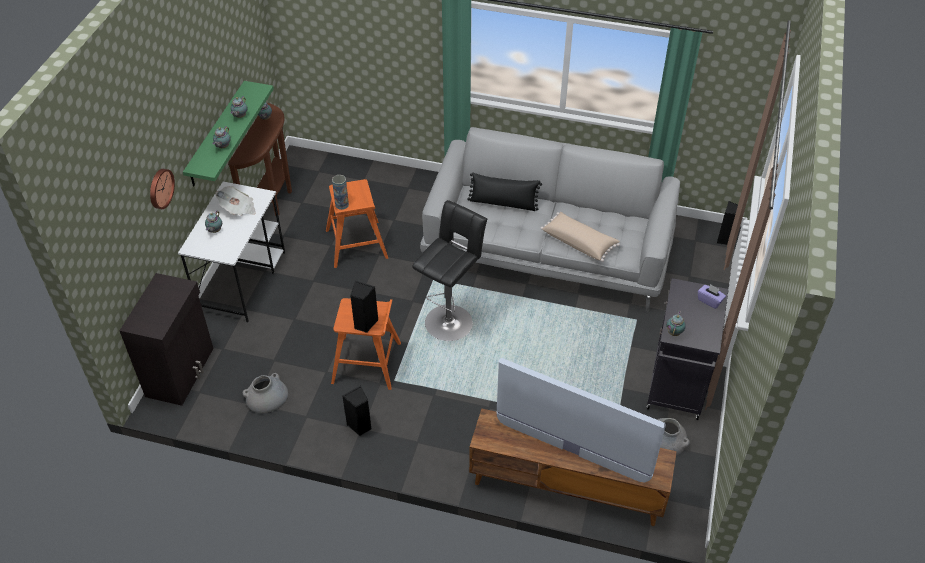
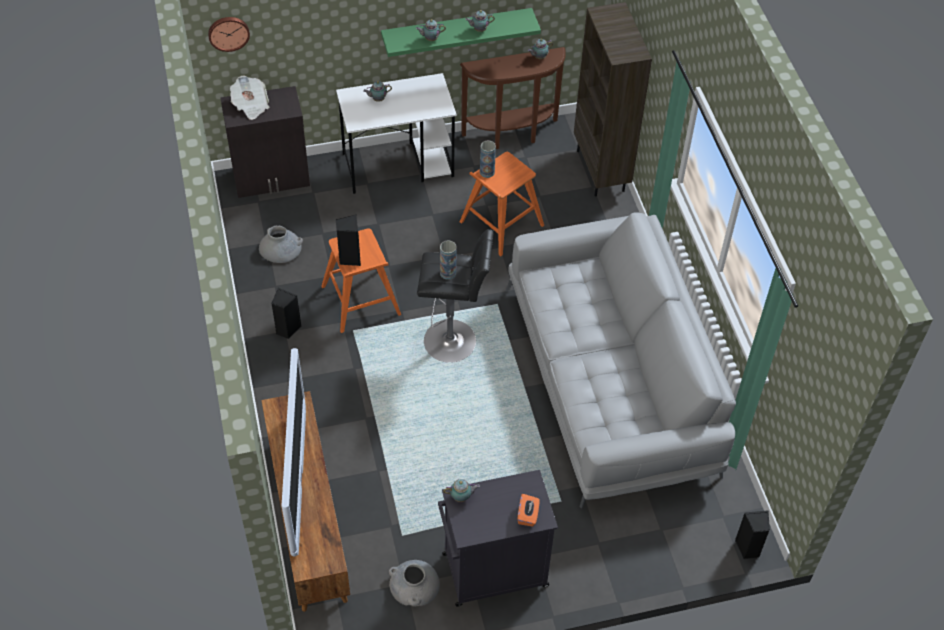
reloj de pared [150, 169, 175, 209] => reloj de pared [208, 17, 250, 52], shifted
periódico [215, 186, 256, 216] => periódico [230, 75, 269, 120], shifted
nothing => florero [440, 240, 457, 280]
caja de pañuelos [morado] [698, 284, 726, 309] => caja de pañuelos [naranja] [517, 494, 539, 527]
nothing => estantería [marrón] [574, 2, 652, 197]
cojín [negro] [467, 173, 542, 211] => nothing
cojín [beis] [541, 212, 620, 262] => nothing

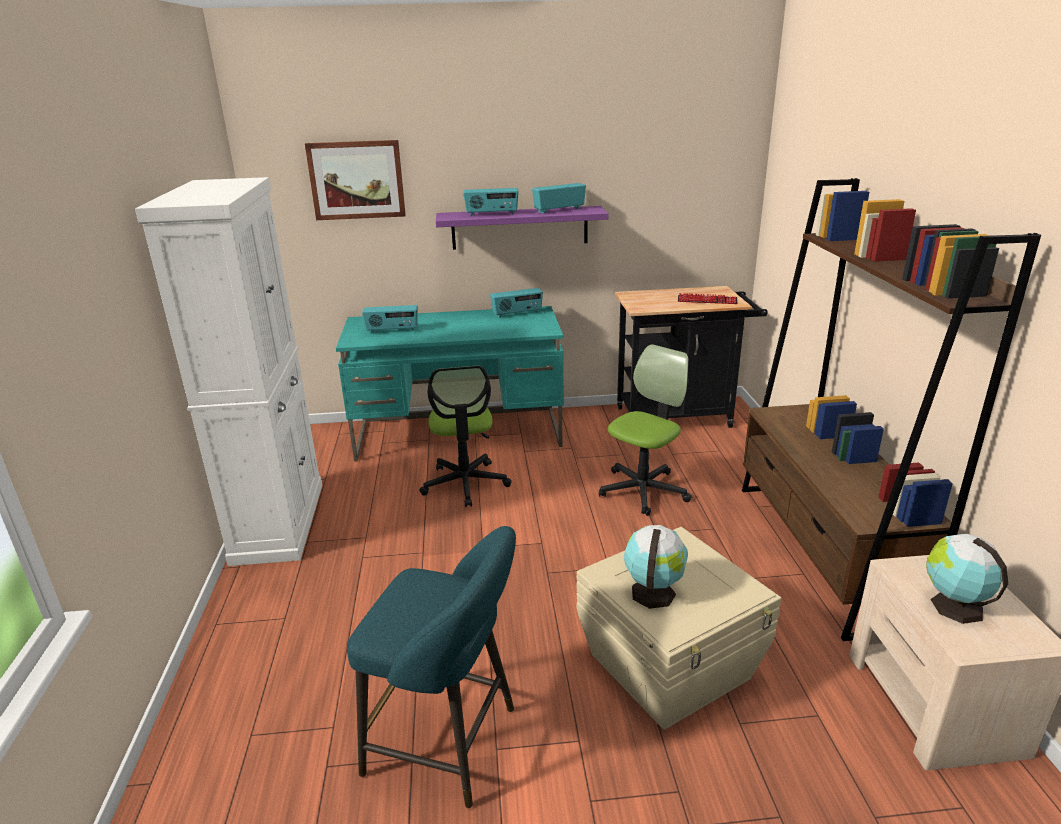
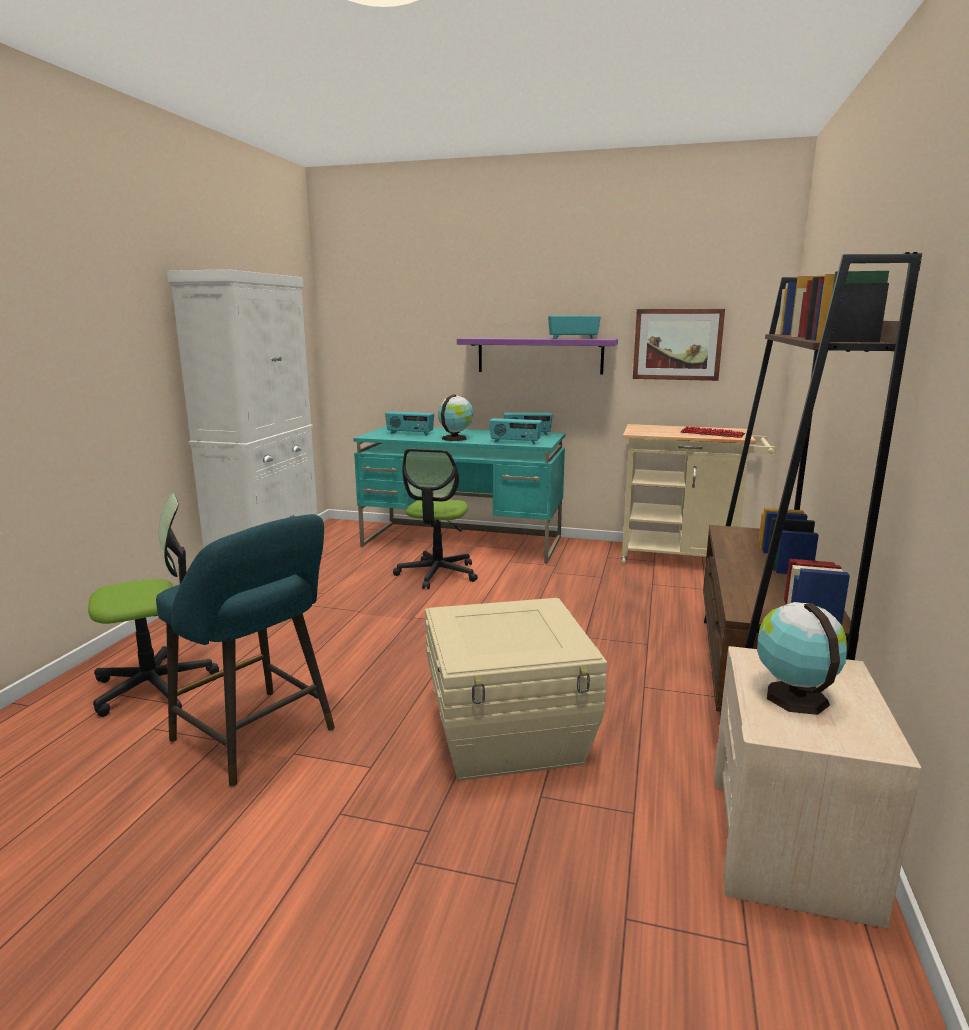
silla de oficina [599, 344, 691, 516] => silla de oficina [88, 493, 219, 717], shifted
globo terráqueo [624, 525, 688, 609] => globo terráqueo [438, 394, 473, 441], shifted
radio [463, 188, 519, 216] => radio [489, 418, 542, 444], shifted
carrito [negro] [615, 286, 768, 428] => carrito [beis] [621, 424, 776, 565]
cuadro [305, 140, 406, 220] => cuadro [633, 309, 725, 381], shifted

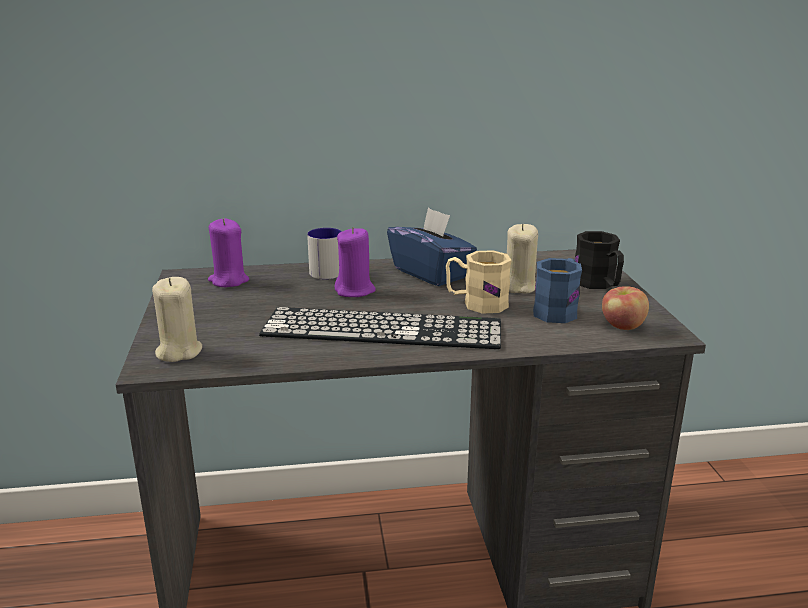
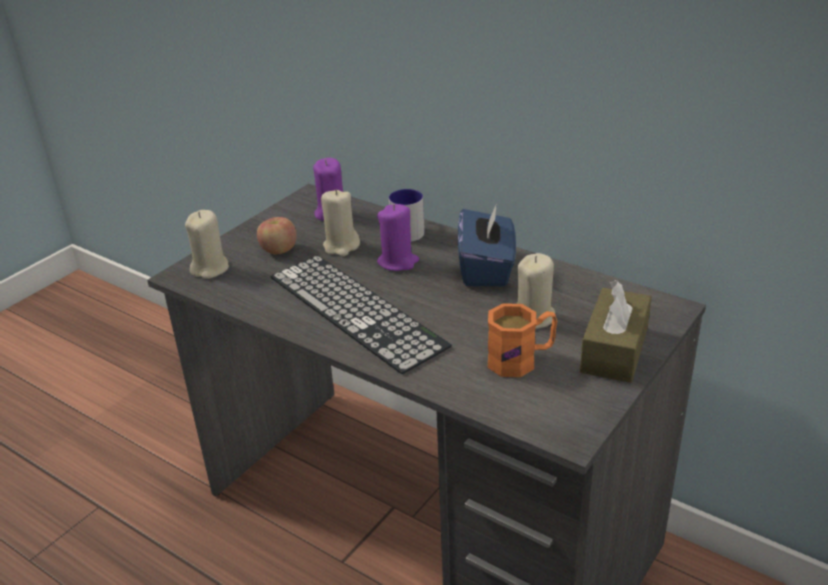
manzana [602, 286, 649, 330] => manzana [257, 217, 297, 255], shifted
nothing => vela [beis] [321, 189, 360, 256]
taza grande [azul] [533, 258, 582, 323] => taza grande [naranja] [488, 303, 557, 377]
taza grande [negro] [575, 231, 624, 289] => caja de pañuelos [marrón] [580, 280, 652, 383]
taza grande [beis] [446, 250, 512, 314] => nothing

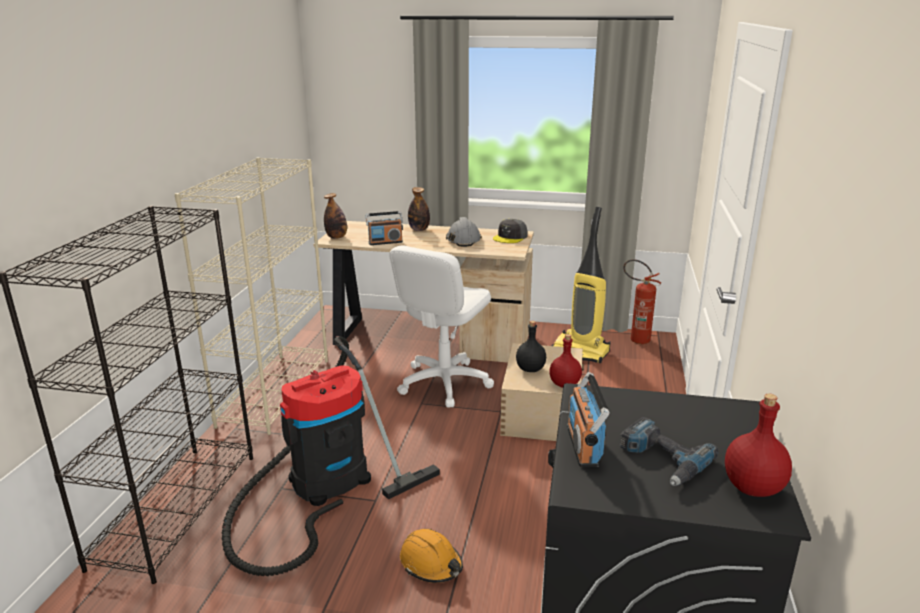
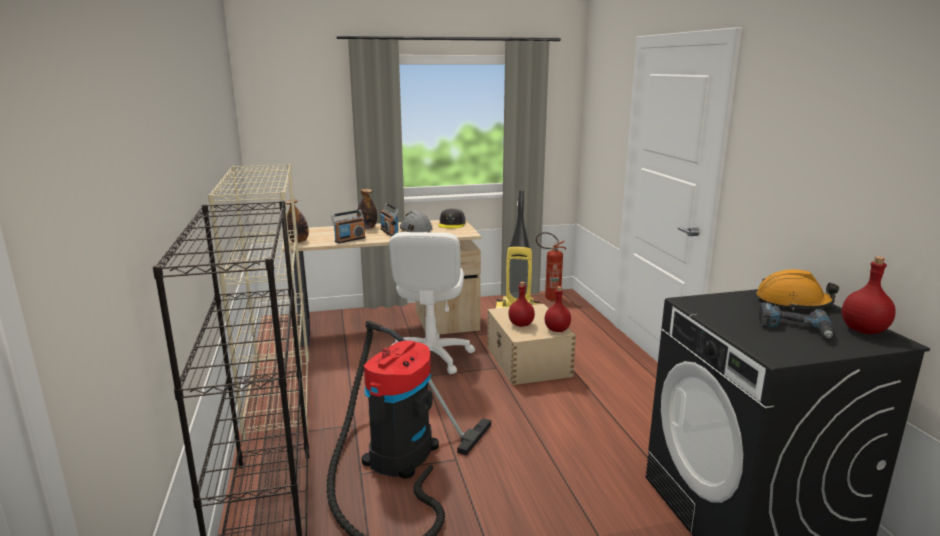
radio [567, 372, 610, 467] => radio [380, 203, 399, 236], shifted
botella [negro] [516, 321, 546, 372] => botella [rojo] [508, 282, 535, 327]
casco [naranja] [400, 529, 463, 583] => casco [naranja] [756, 269, 839, 310], shifted

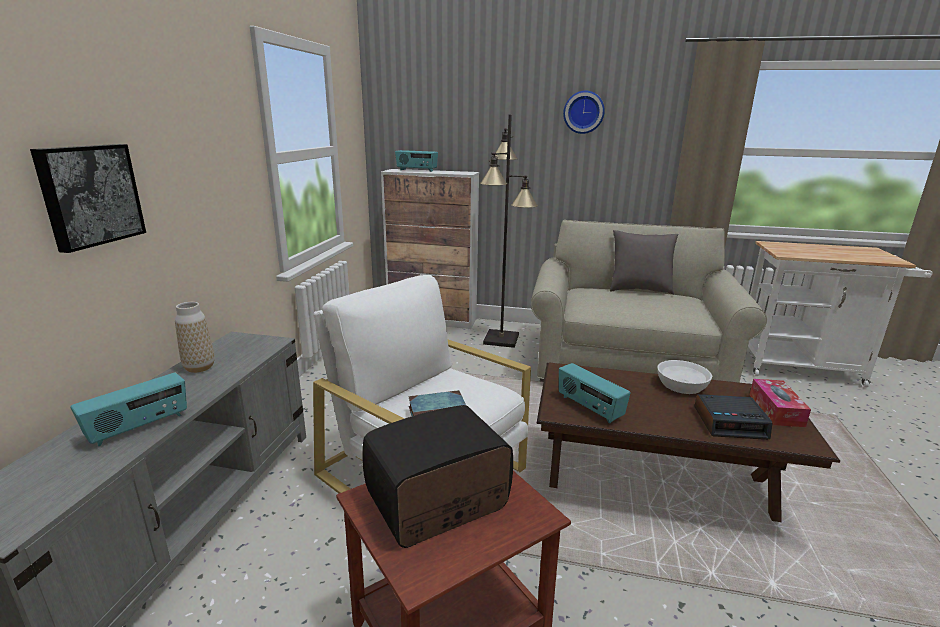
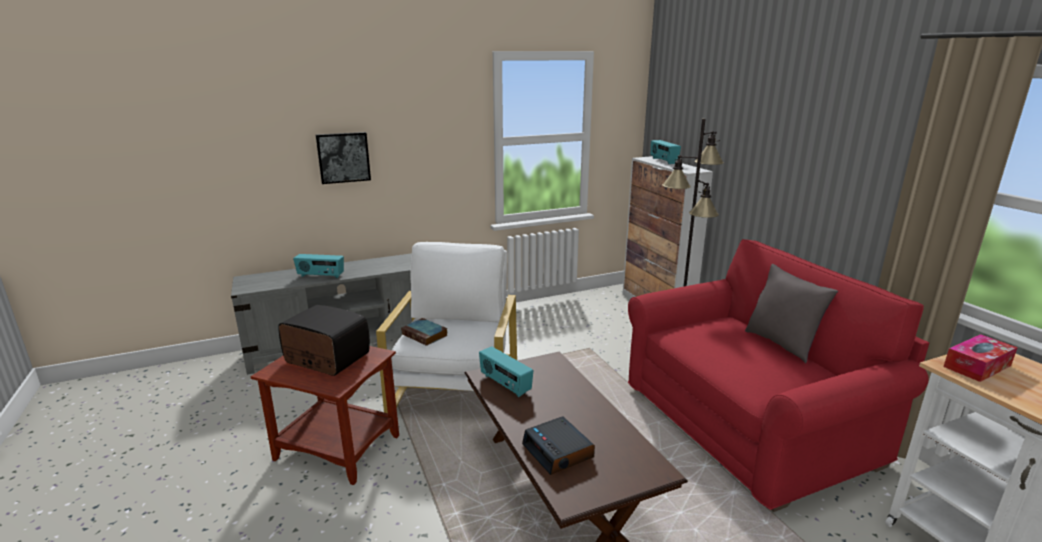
radio [559, 363, 630, 424] => radio [479, 346, 533, 397], 60 degrees counterclockwise
sofá [beis] [531, 220, 767, 383] => sofá [rojo] [628, 239, 929, 512]
caja de pañuelos [750, 379, 811, 427] => caja de pañuelos [943, 334, 1018, 382], shifted
florero [175, 302, 215, 373] => nothing
reloj de pared [563, 91, 605, 134] => nothing
cuenco [blanco] [657, 360, 712, 394] => nothing

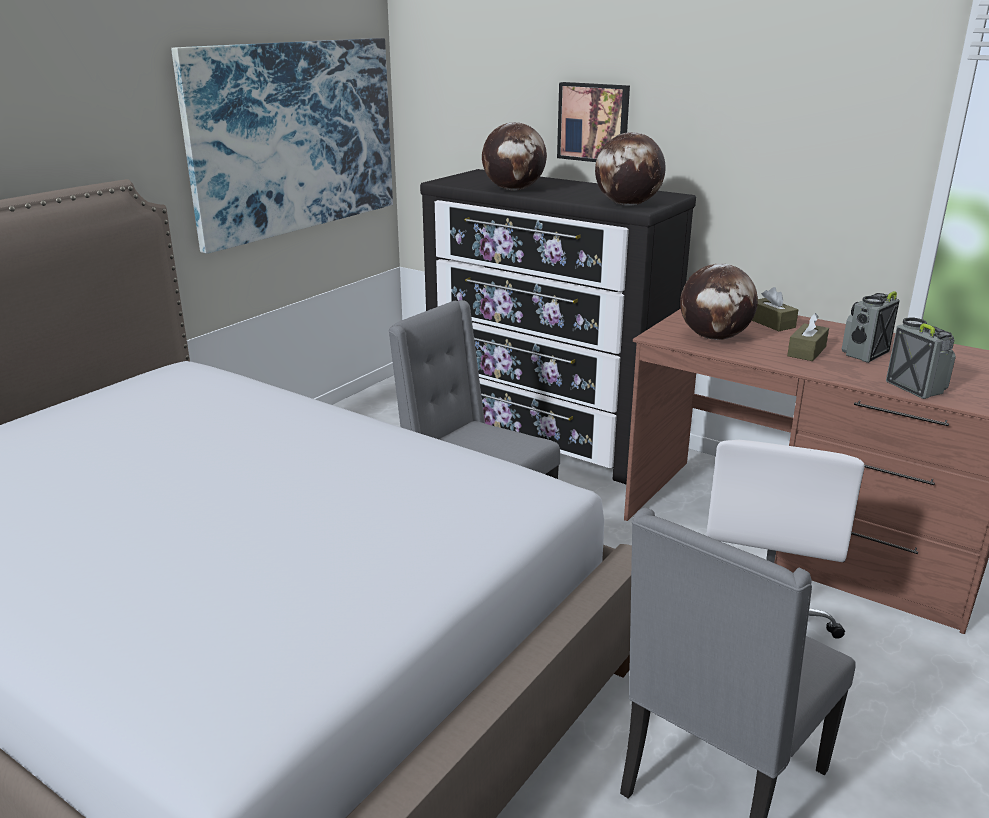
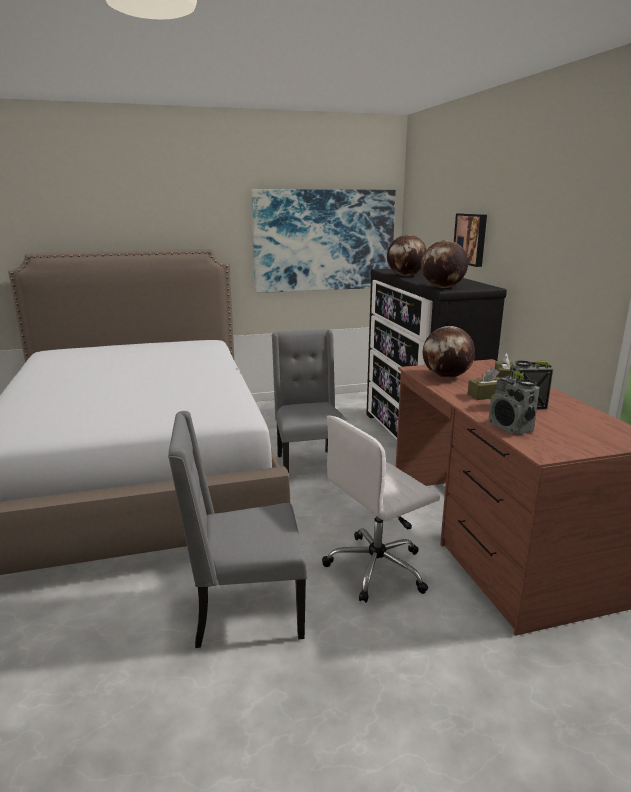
radio [886, 317, 956, 399] => radio [489, 371, 540, 435], 135 degrees clockwise

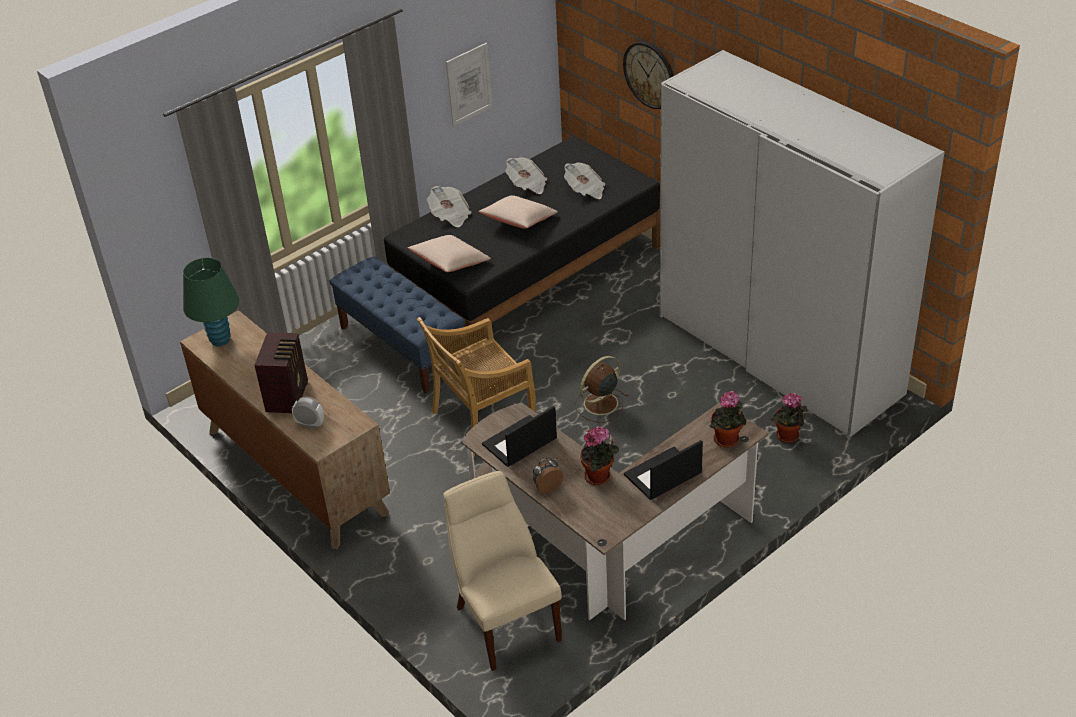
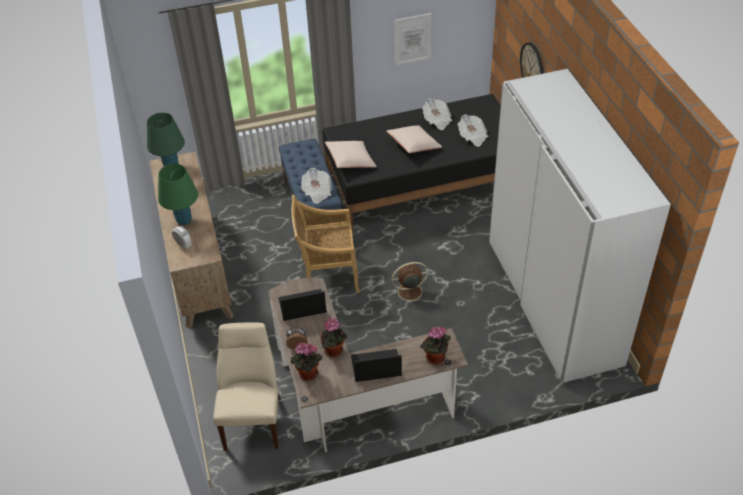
radio [254, 332, 308, 413] => lámpara de mesa [verde] [158, 164, 198, 225]
planta en maceta [771, 393, 807, 443] => planta en maceta [291, 343, 322, 381], shifted
periódico [427, 186, 472, 227] => periódico [301, 168, 332, 204], shifted

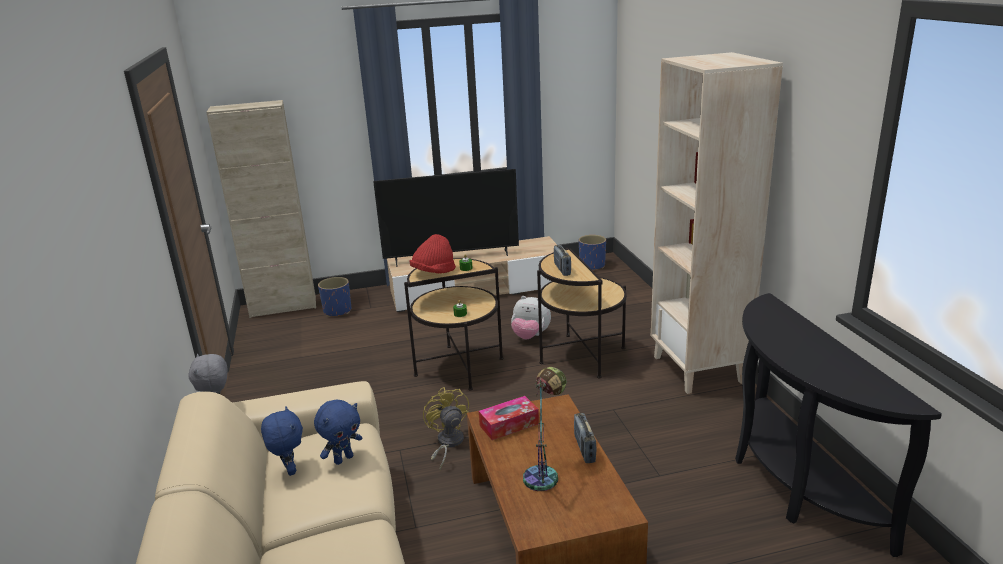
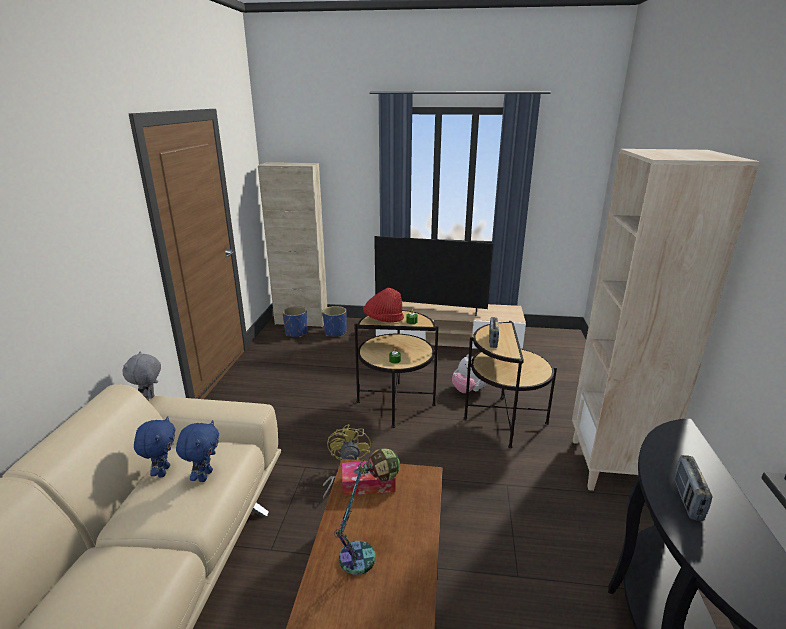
peluche [azul] [314, 399, 362, 465] => peluche [azul] [176, 420, 219, 482], 60 degrees counterclockwise
maceta [azul] [579, 235, 606, 269] => maceta [azul] [282, 306, 307, 337], shifted
radio [574, 413, 596, 463] => radio [674, 455, 712, 521], shifted

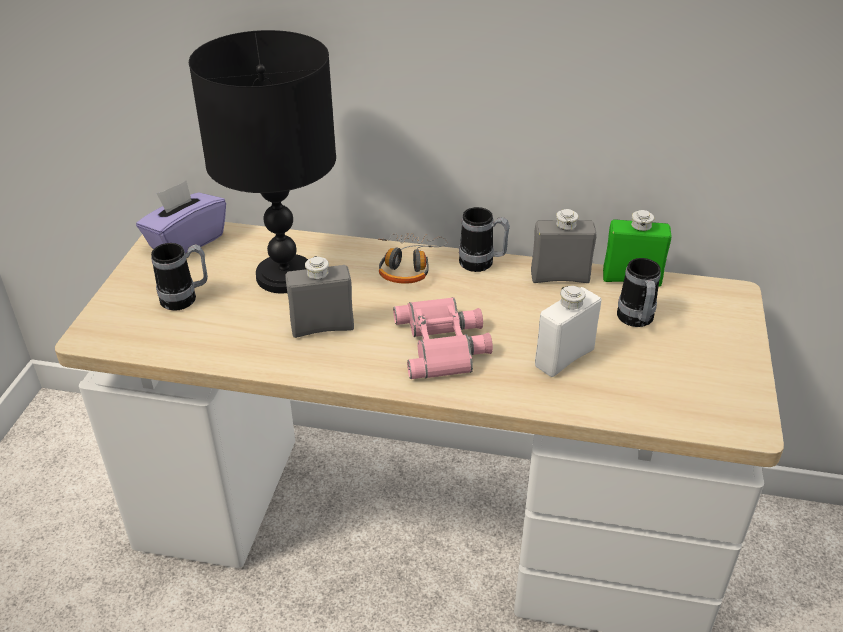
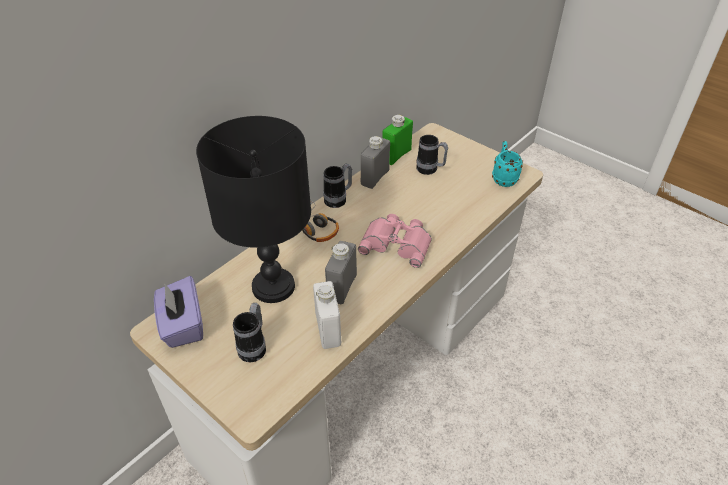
botella [blanco] [535, 286, 601, 377] => botella [blanco] [313, 281, 341, 349], shifted
nothing => taza grande [turquesa] [492, 141, 523, 187]

